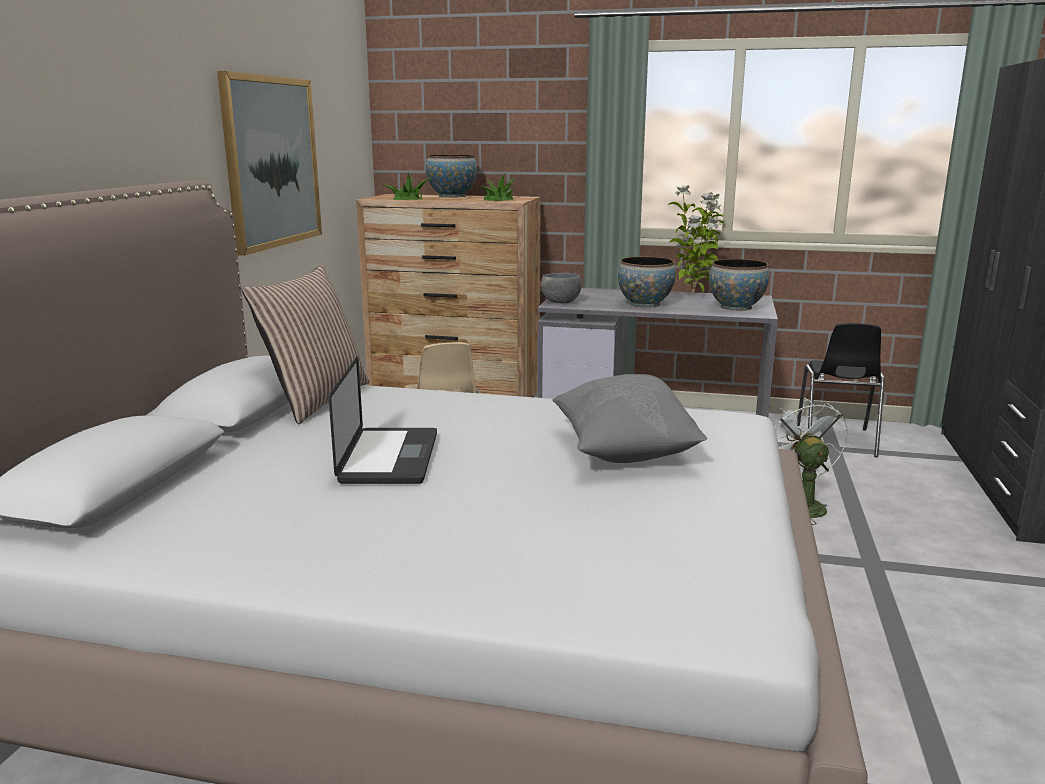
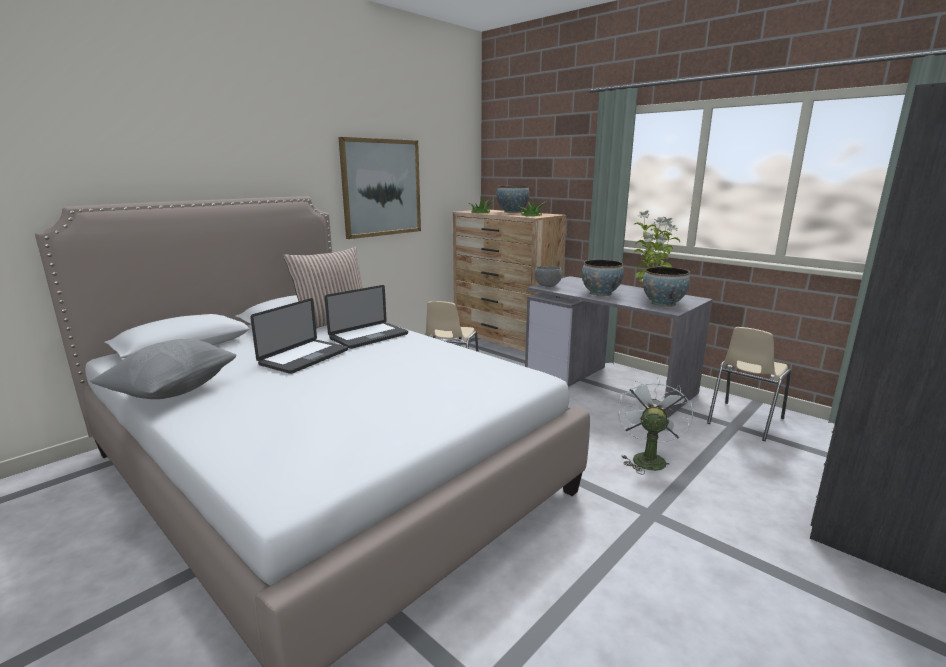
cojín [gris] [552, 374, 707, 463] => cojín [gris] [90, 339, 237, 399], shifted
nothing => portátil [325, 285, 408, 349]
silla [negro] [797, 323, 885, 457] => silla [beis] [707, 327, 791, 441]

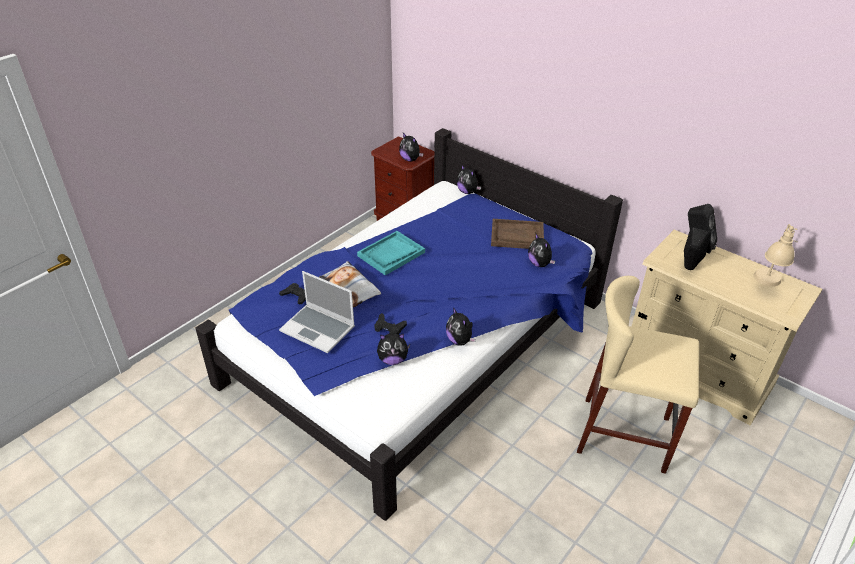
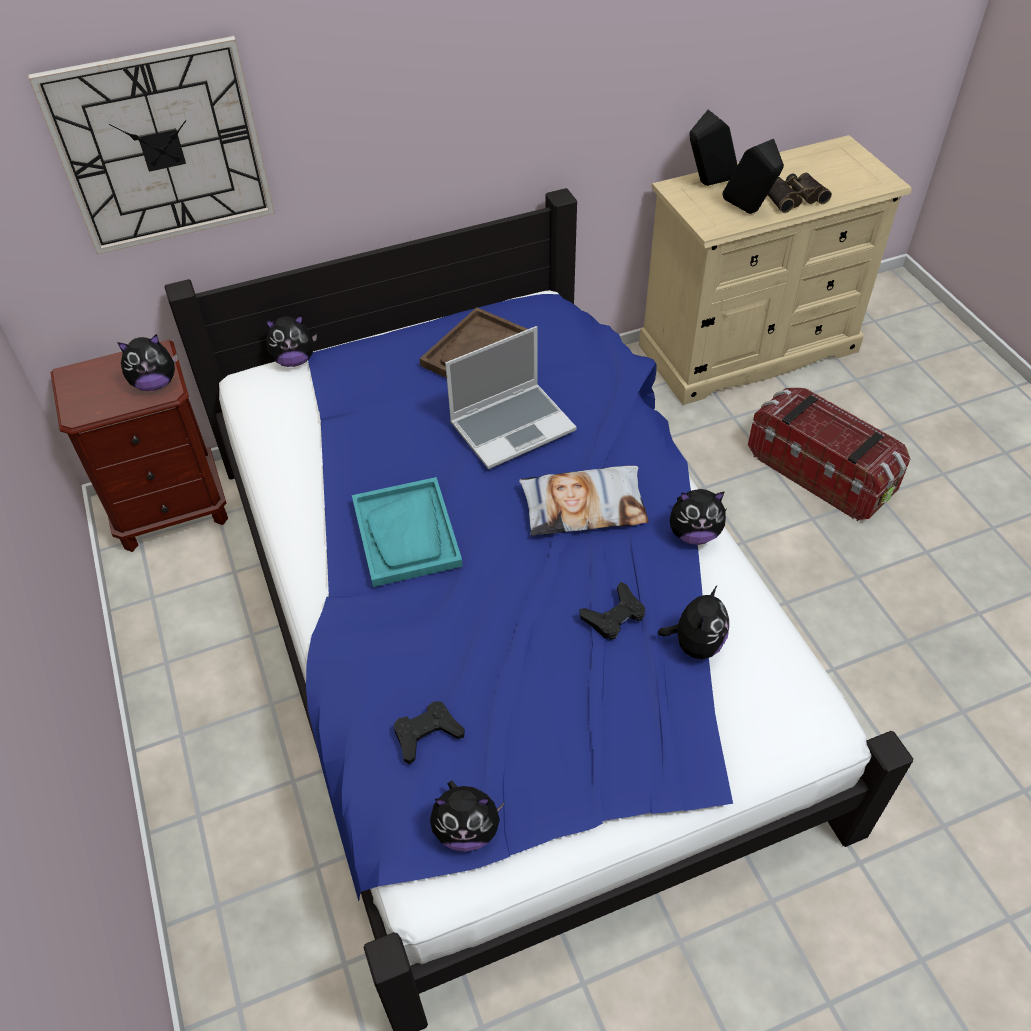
nothing => reloj de pared [28, 36, 275, 255]
peluche [528, 234, 555, 267] => peluche [430, 781, 505, 851], shifted
portátil [279, 271, 355, 353] => portátil [445, 326, 577, 469], shifted
cojín [319, 261, 381, 308] => cojín [519, 466, 649, 536], shifted
taburete [beis] [577, 276, 699, 474] => caja de almacenaje [748, 388, 910, 521]
nothing => prismáticos [768, 172, 832, 213]
lámpara de mesa [beis] [754, 224, 797, 287] => nothing

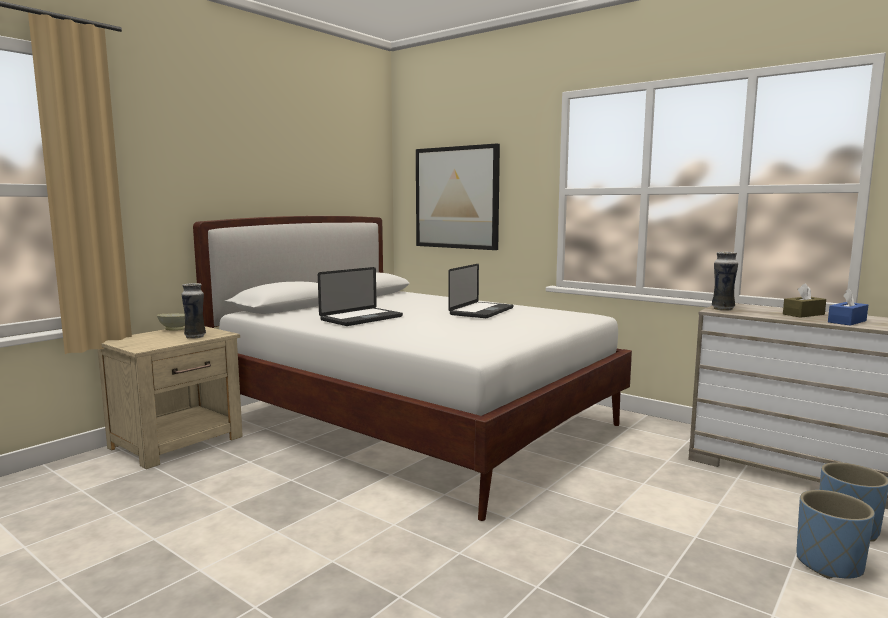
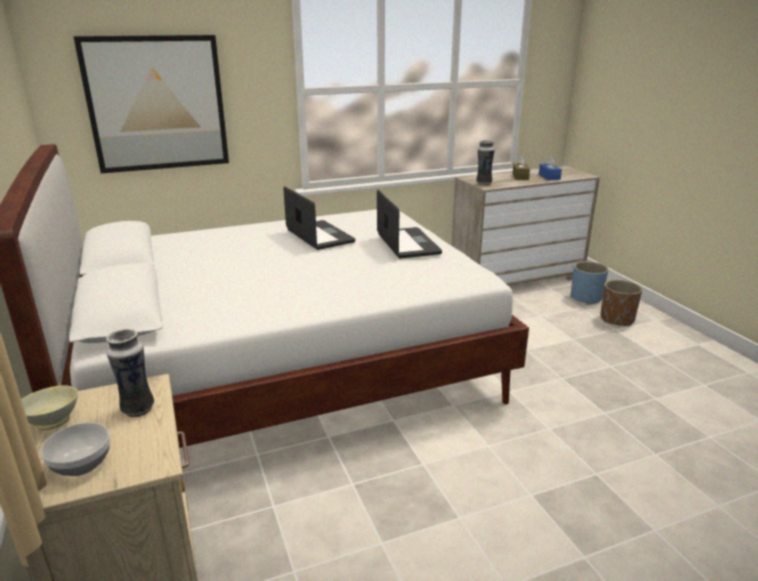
nothing => cuenco [41, 423, 110, 476]
portátil [318, 267, 403, 326] => portátil [377, 190, 442, 259], shifted
maceta [azul] [796, 490, 875, 579] => maceta [marrón] [600, 280, 642, 326]

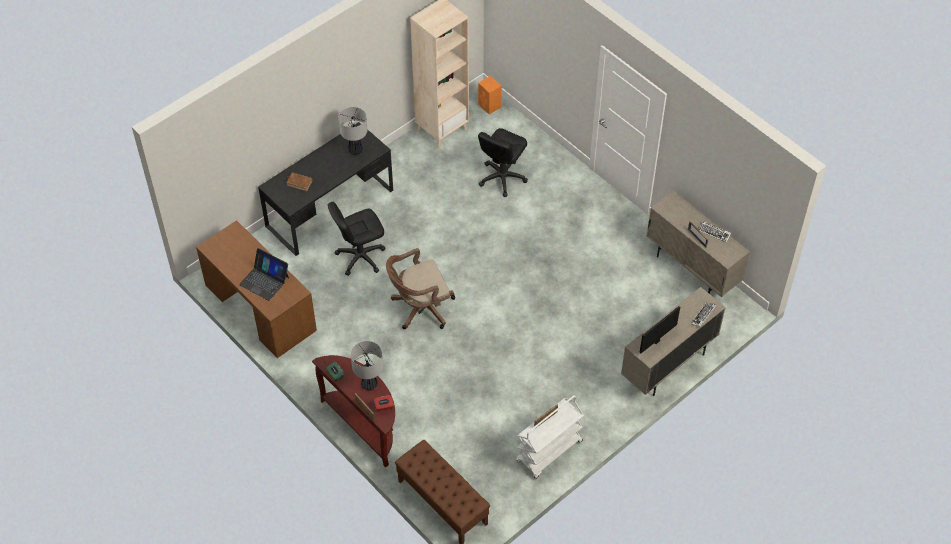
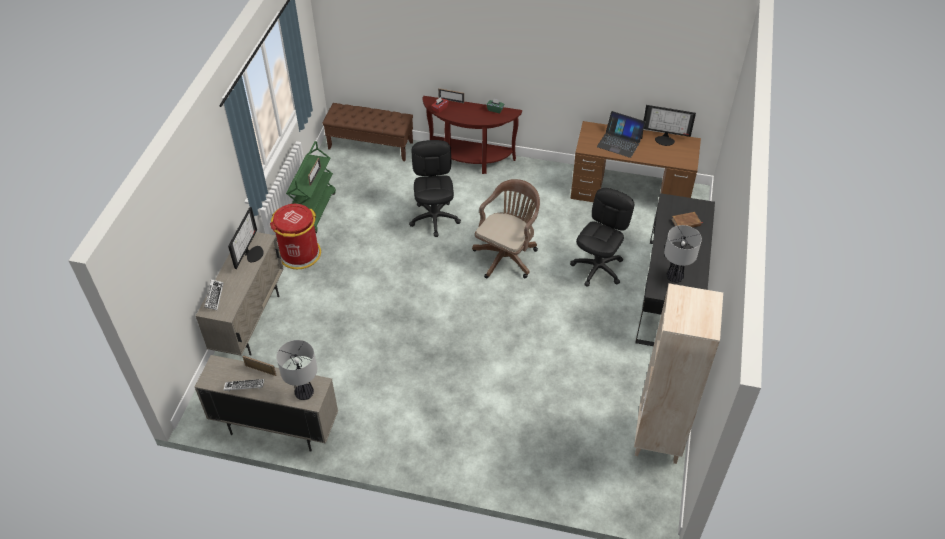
nothing => papelera [rojo] [270, 204, 321, 269]
lámpara de mesa [351, 341, 383, 390] => lámpara de mesa [276, 340, 317, 400], shifted
carrito [blanco] [516, 395, 584, 479] => carrito [verde] [286, 141, 336, 233]
silla de oficina [negro] [478, 128, 528, 197] => silla de oficina [negro] [409, 140, 461, 237], shifted
portátil [239, 248, 289, 301] => portátil [597, 111, 646, 158], 150 degrees counterclockwise
nothing => monitor [643, 105, 696, 146]
altavoz [naranja] [478, 76, 502, 114] => nothing

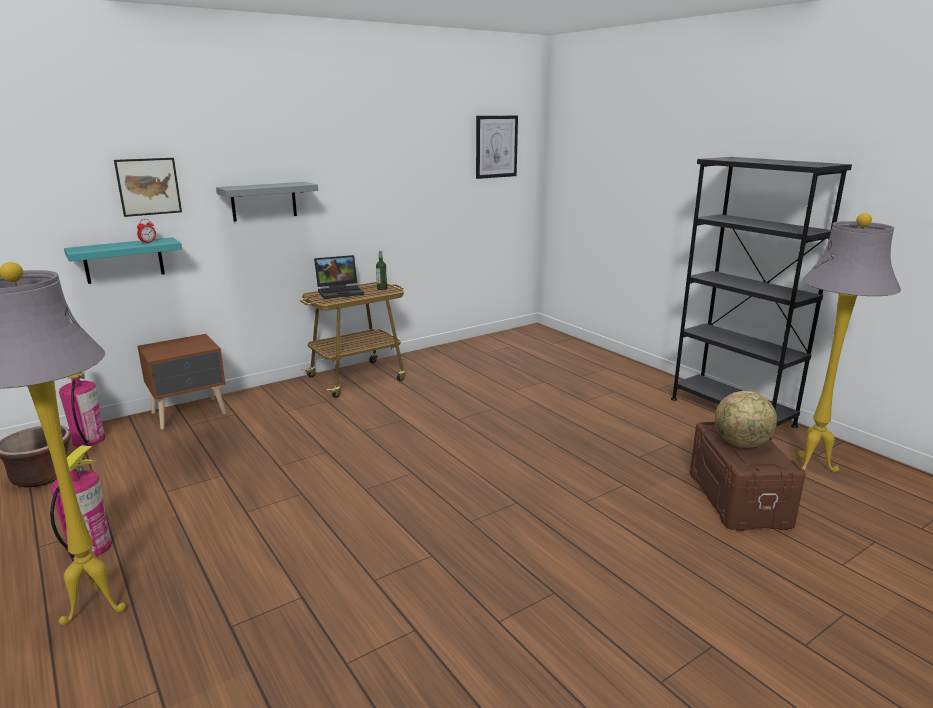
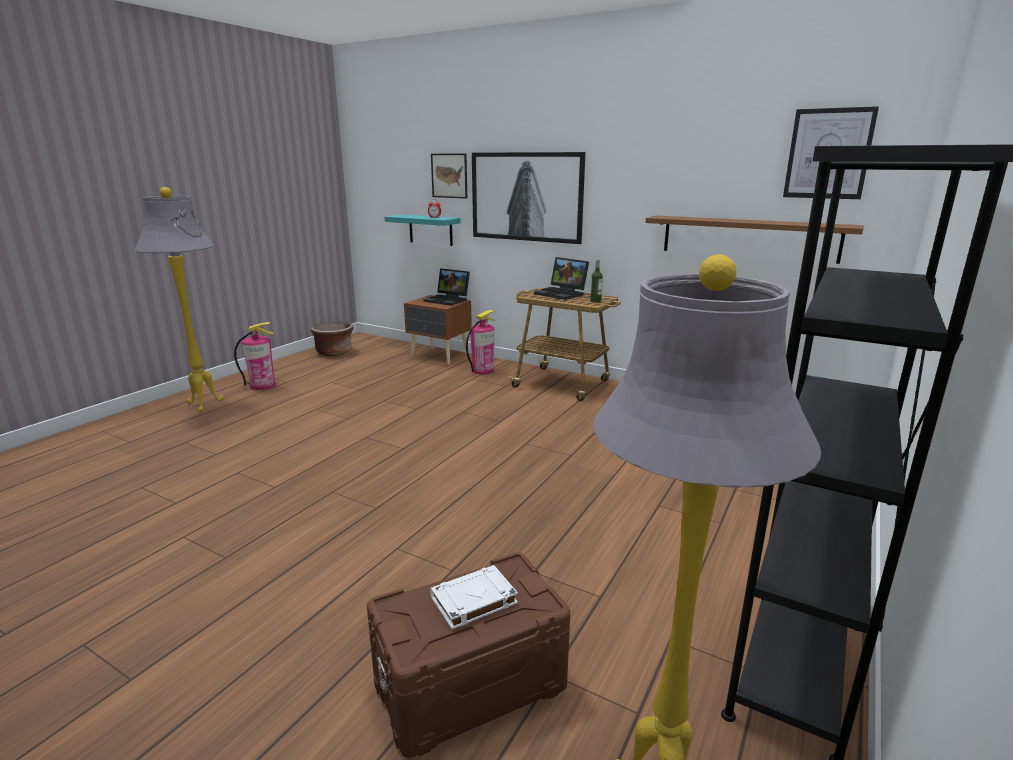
nothing => portátil [424, 268, 470, 306]
globo terráqueo [715, 391, 777, 448] => libro [blanco] [430, 565, 518, 629]
extintor [59, 372, 105, 447] => extintor [466, 310, 496, 374], shifted
estante [gris] [216, 182, 318, 222] => cuadro [472, 152, 585, 244]
nothing => estante [marrón] [645, 215, 864, 264]

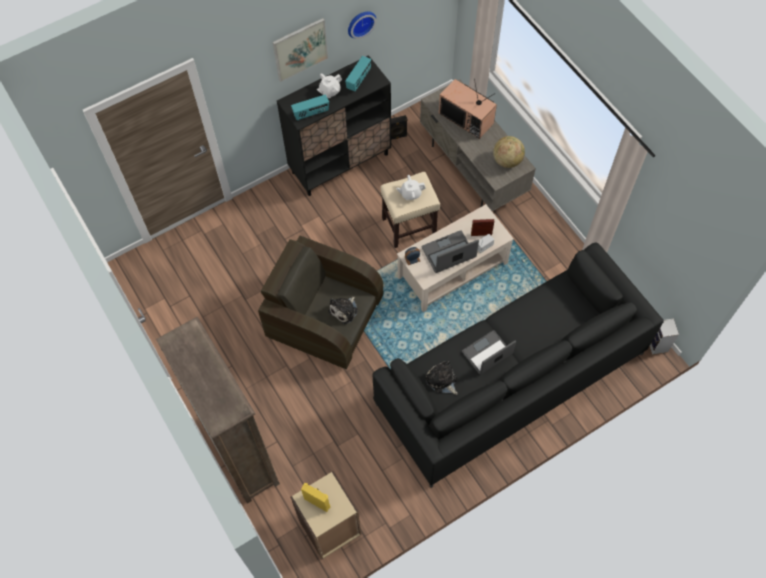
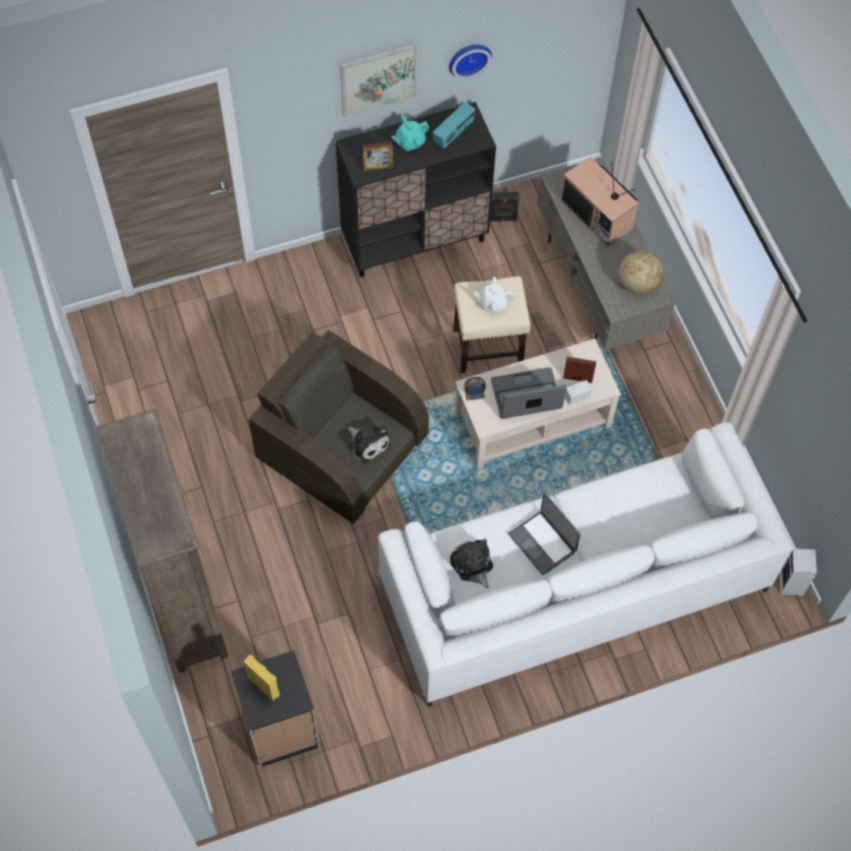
estantería [beis] [290, 471, 361, 559] => estantería [negro] [231, 650, 320, 768]
peluche [328, 296, 358, 324] => peluche [348, 426, 390, 464], 90 degrees counterclockwise
radio [291, 94, 329, 120] => portarretratos [362, 142, 393, 171]
sofá [negro] [373, 242, 664, 488] => sofá [blanco] [378, 422, 793, 707]
tetera [blanco] [317, 73, 342, 98] => tetera [turquesa] [391, 115, 430, 151]
portátil [462, 330, 516, 374] => portátil [508, 493, 581, 575], 105 degrees counterclockwise

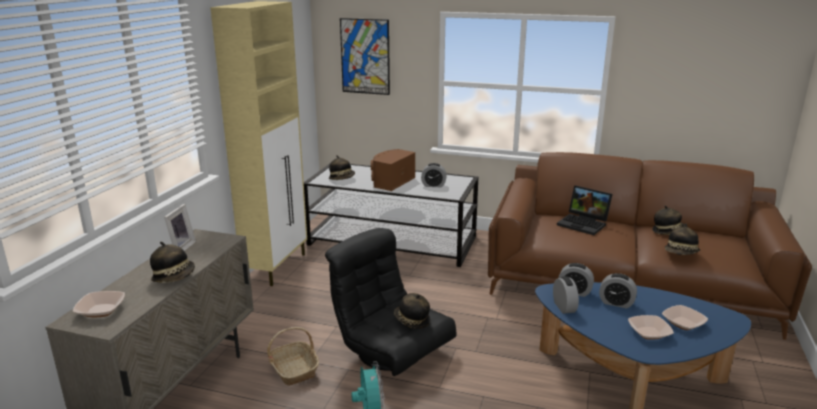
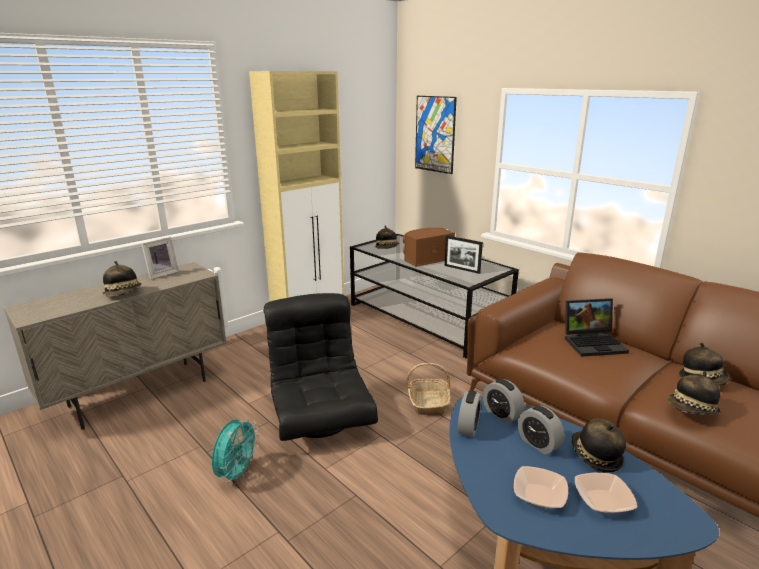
cesta [267, 327, 319, 386] => cesta [406, 363, 451, 415], shifted
despertador [421, 163, 447, 187] => portarretratos [445, 235, 483, 274]
portátil [557, 185, 613, 235] => portátil [565, 298, 629, 357], 75 degrees counterclockwise
sombrero [394, 293, 430, 329] => sombrero [571, 419, 626, 472], shifted
cuenco [73, 291, 125, 317] => nothing

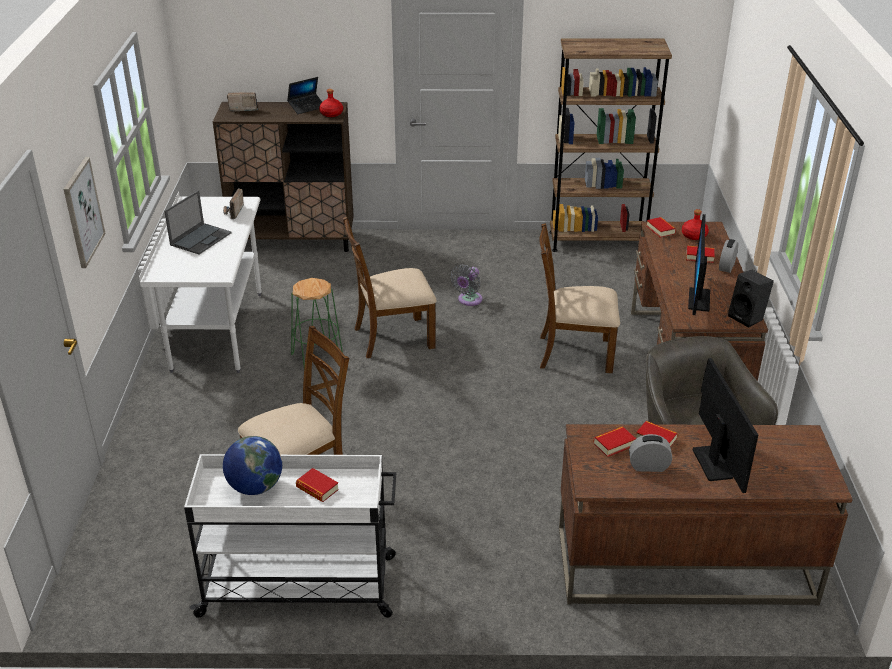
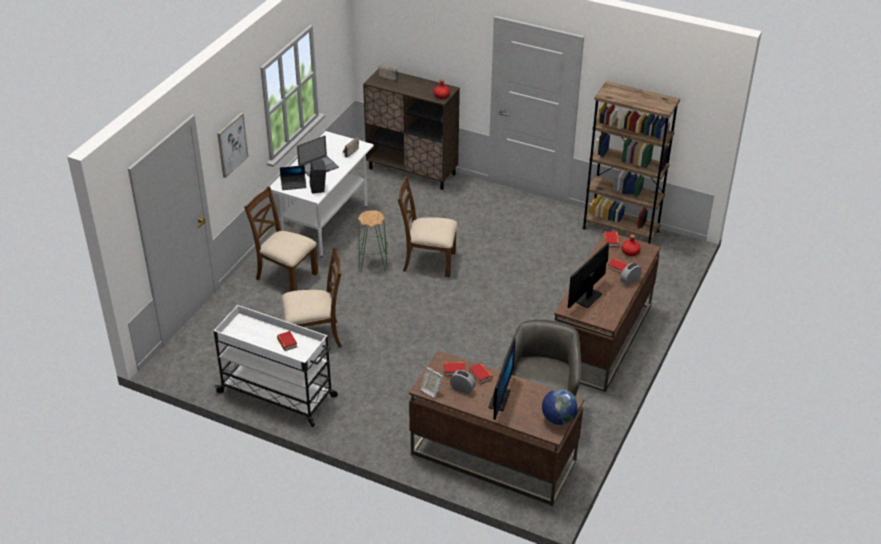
silla [marrón] [539, 223, 620, 373] => silla [marrón] [244, 186, 318, 292], shifted
portátil [287, 77, 322, 114] => portátil [280, 165, 307, 190], shifted
altavoz [negro] [728, 270, 774, 328] => altavoz [negro] [310, 161, 326, 194], shifted
nothing => portarretratos [421, 367, 443, 398]
globo terráqueo [223, 436, 282, 495] => globo terráqueo [542, 389, 578, 425], shifted
ventilador [gris] [450, 264, 482, 306] => nothing

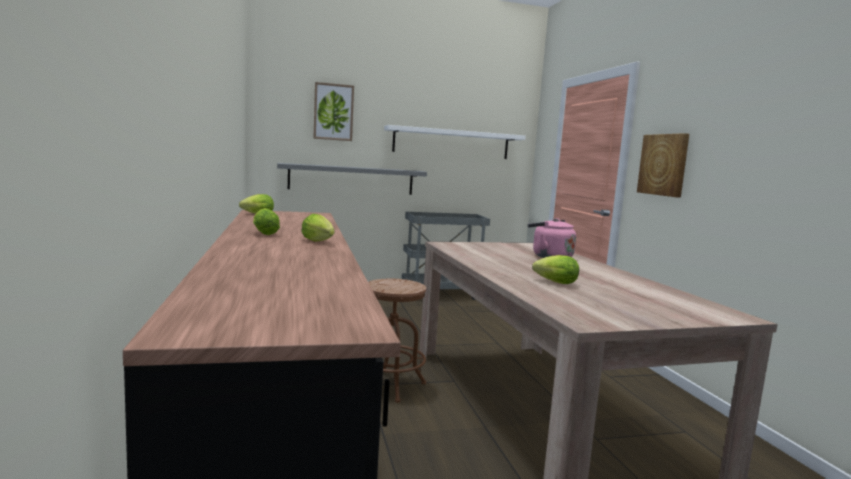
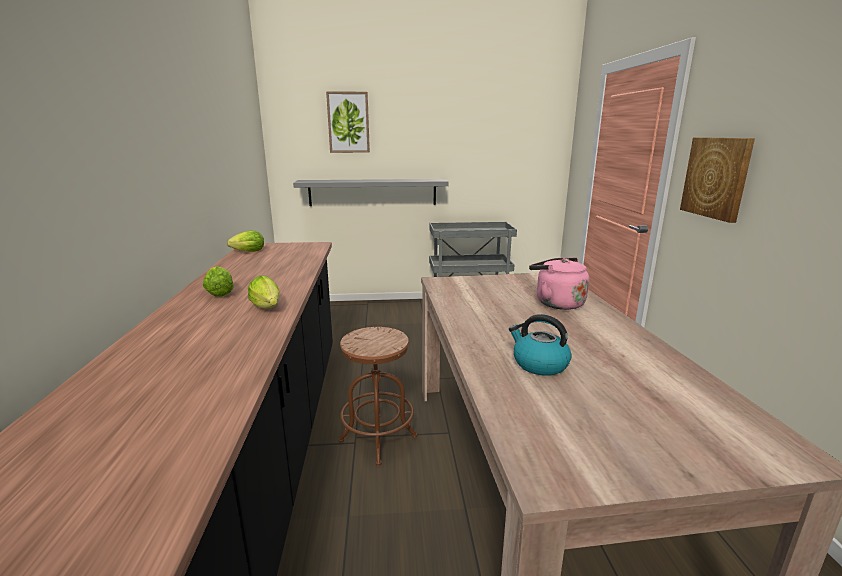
lechuga [532, 255, 579, 284] => hervidor [509, 314, 572, 376]
estante [blanco] [384, 125, 526, 159] => nothing

